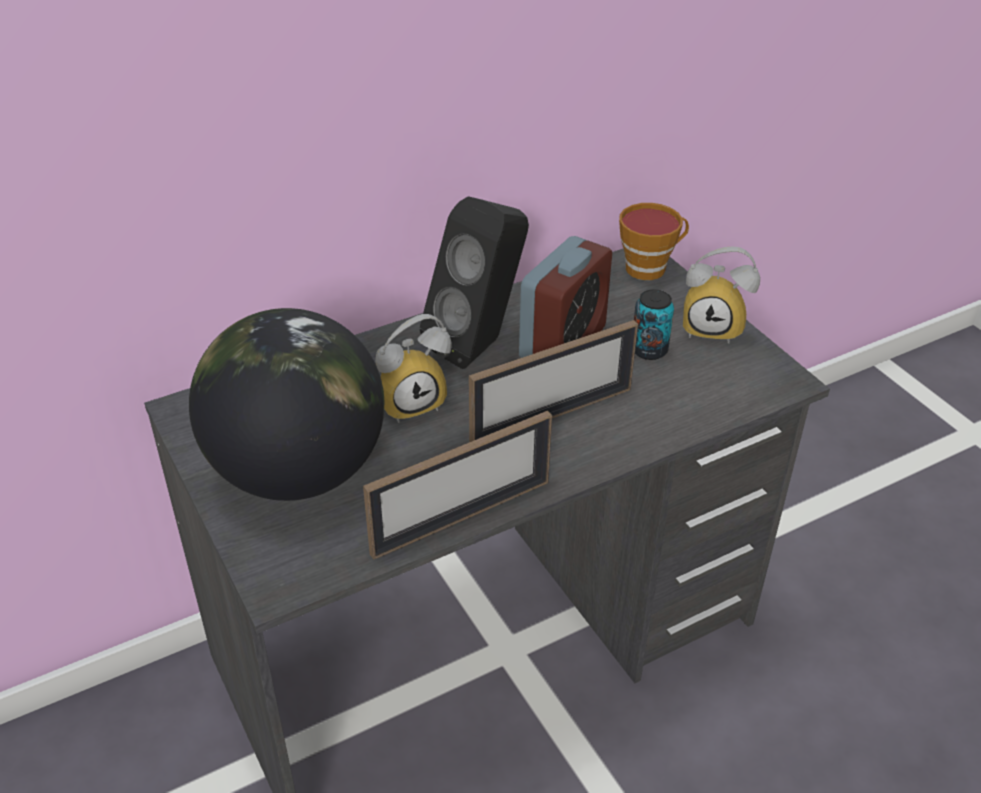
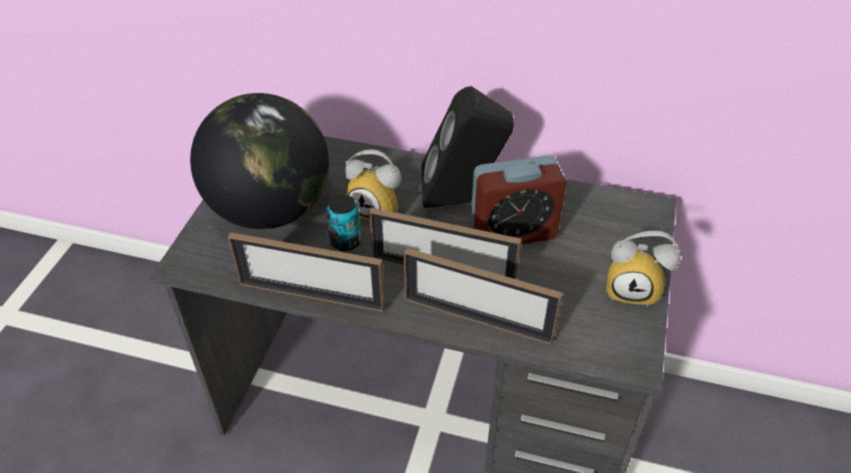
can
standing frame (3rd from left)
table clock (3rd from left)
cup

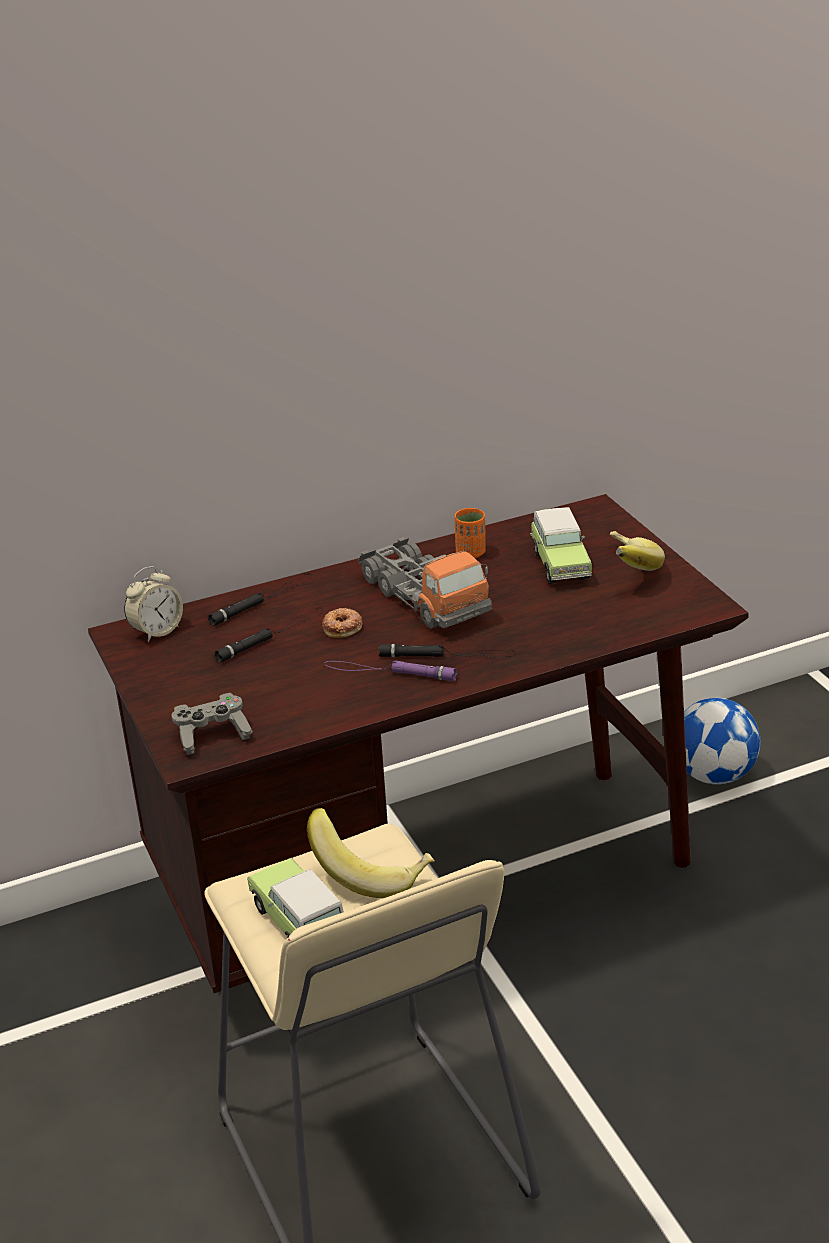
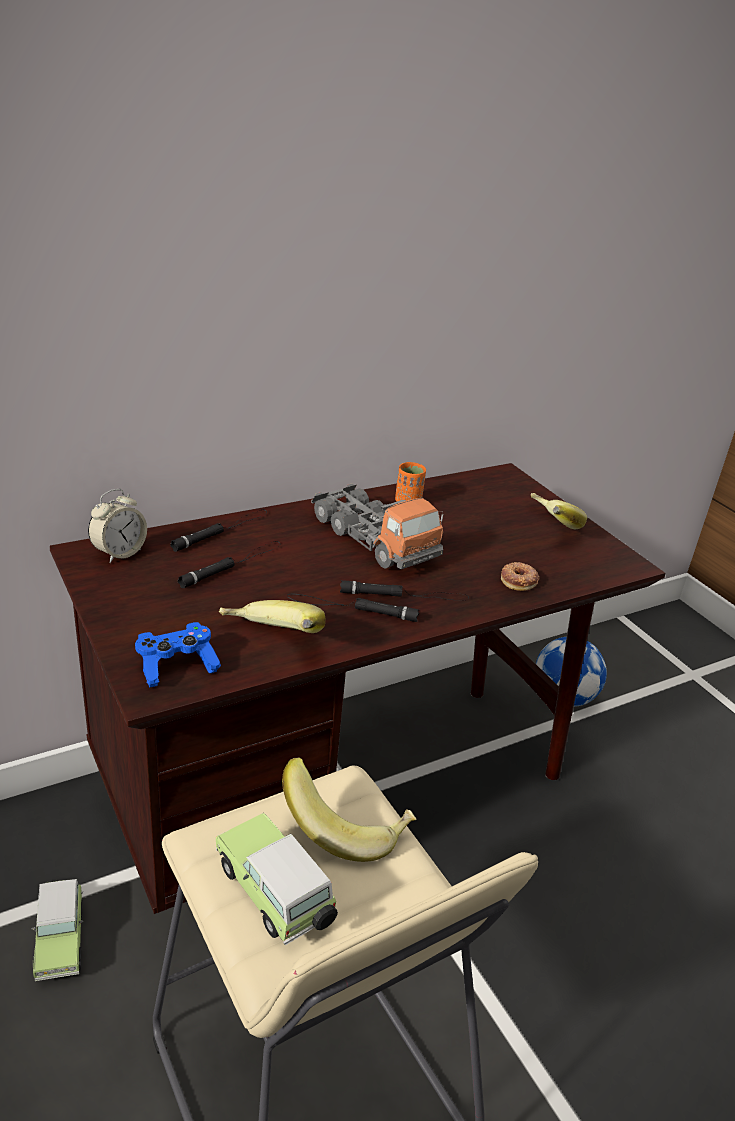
model car (1st from left)
game controller (blue)
whole banana (1st from left)
torch (black-coloured) (3rd from left)
ring doughnut

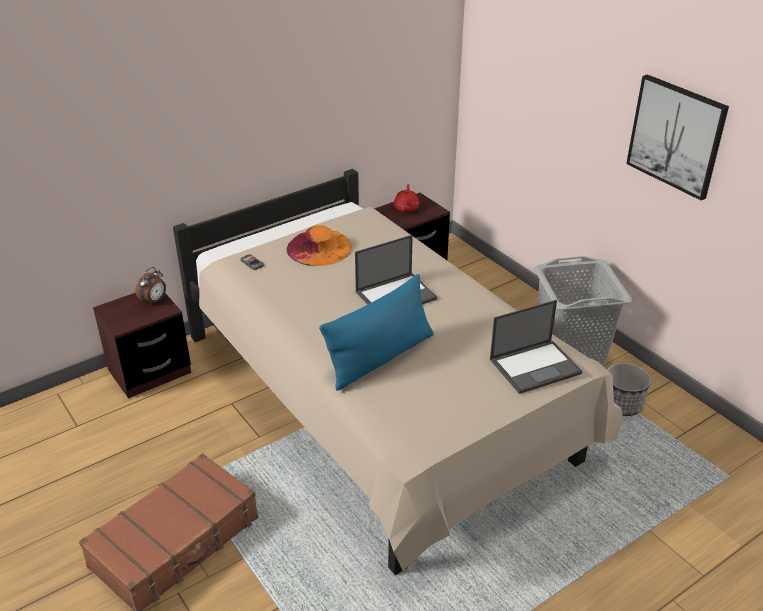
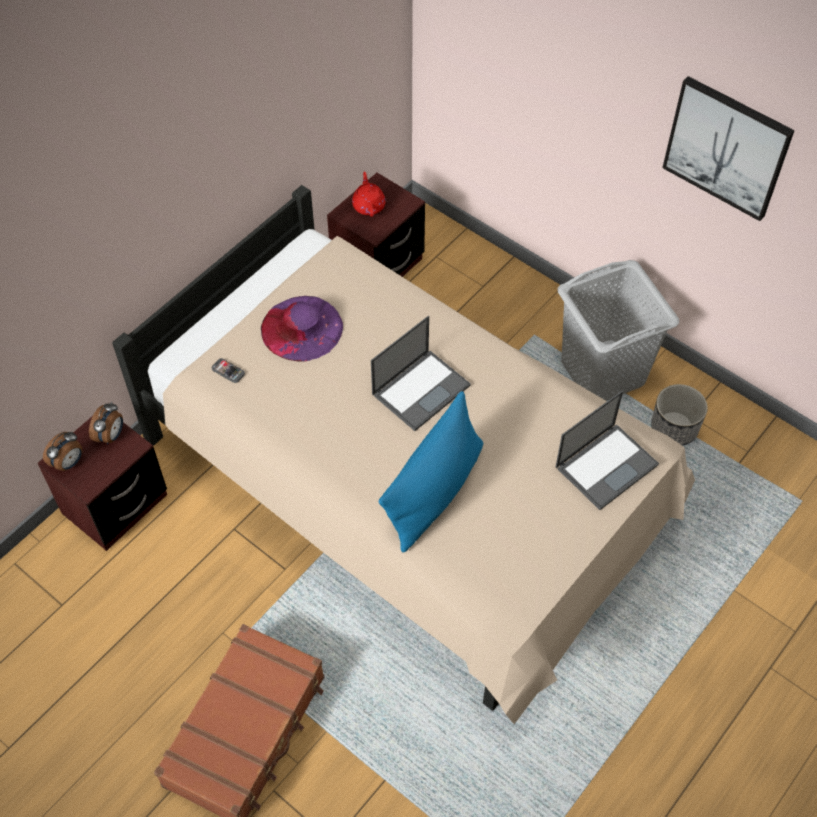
table clock (1st from left)
wearable hat (purple-coloured)

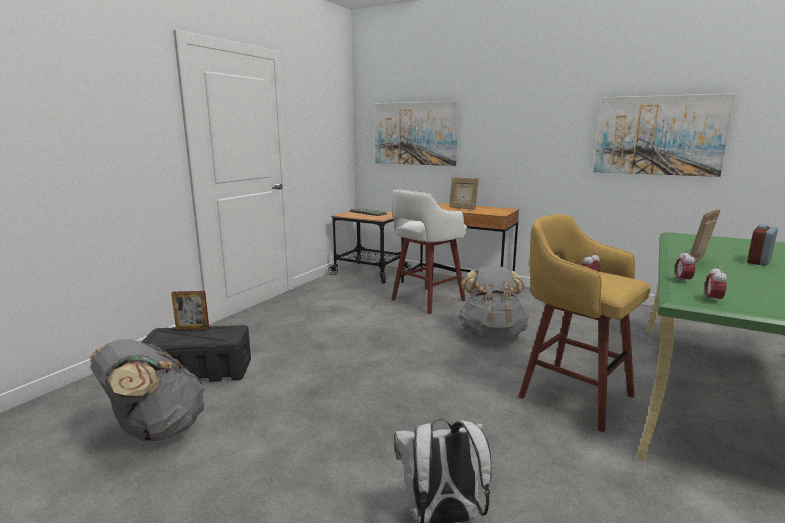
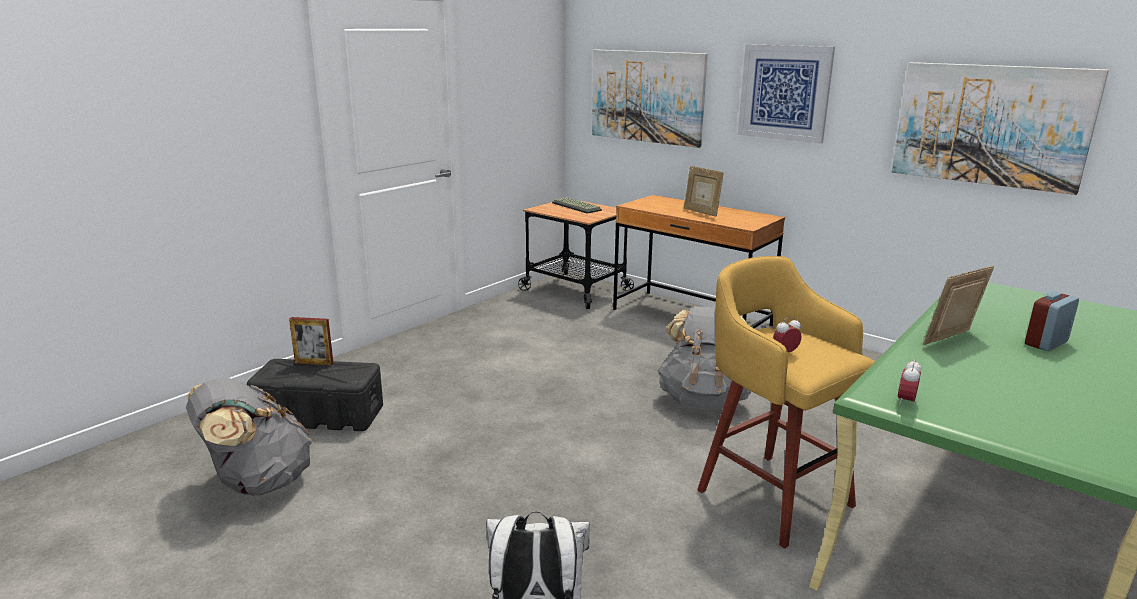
wall art (2nd from left)
stool (white-coloured)
table clock (2nd from left in the first image)

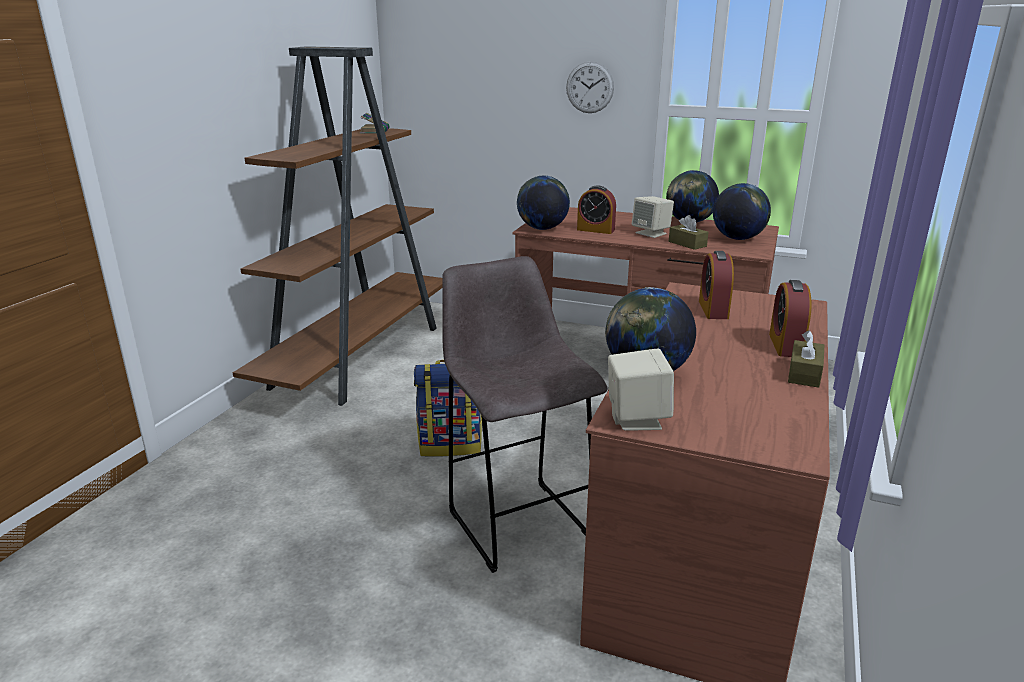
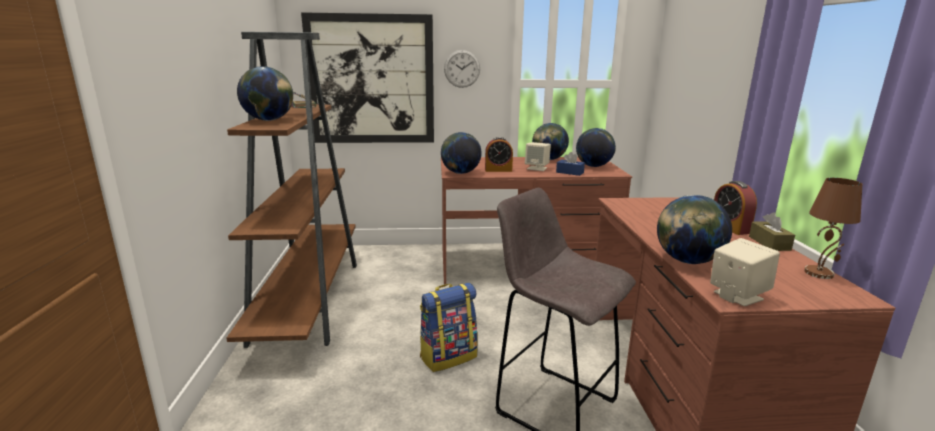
globe (1st from left)
wall art
tissue holder (blue)
tabletop lamp (brown-coloured)
table clock (2nd from left in the first image)

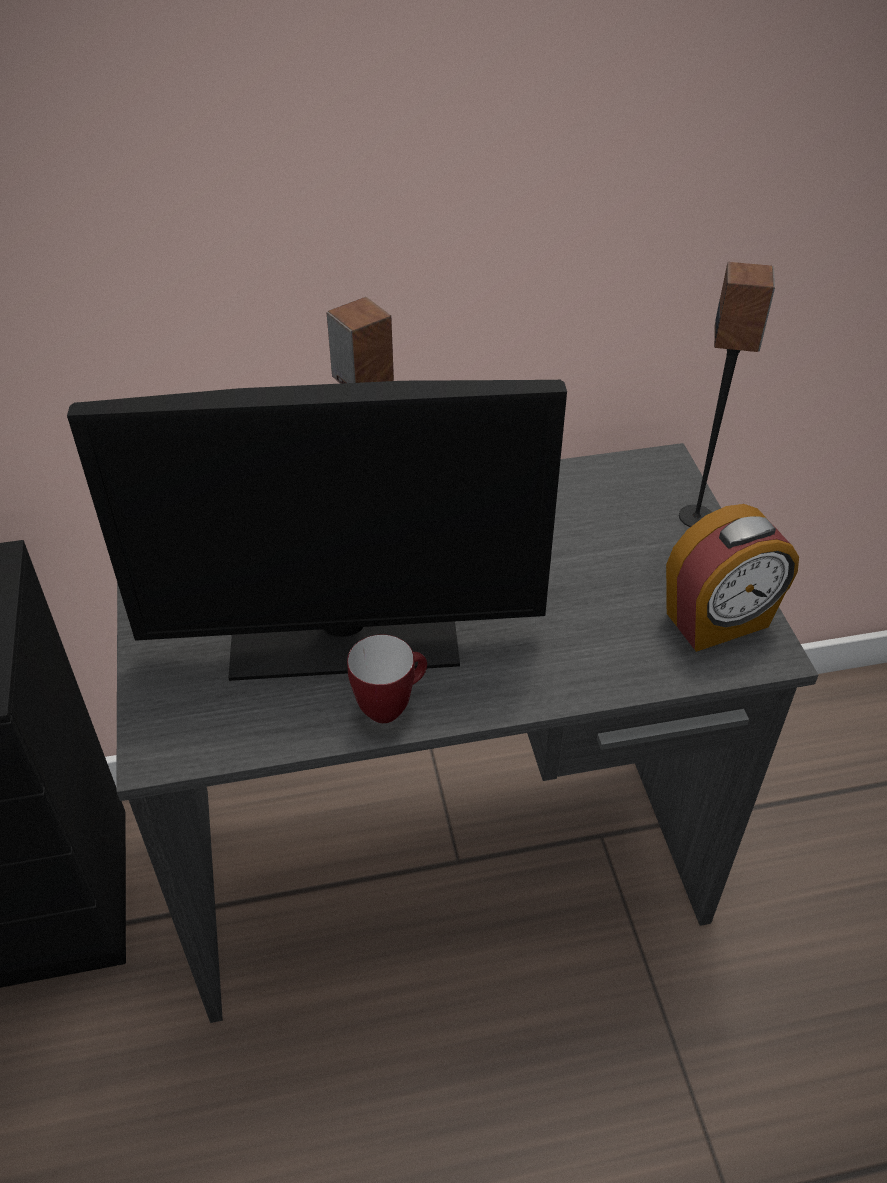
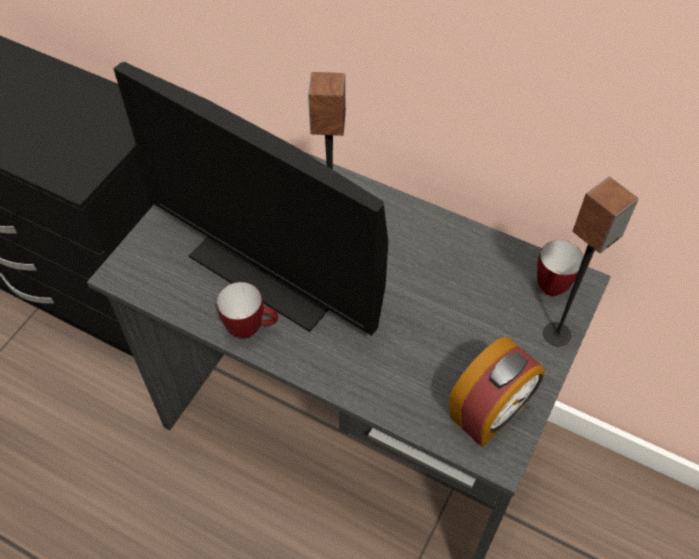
table clock
tea mug (2nd from left)

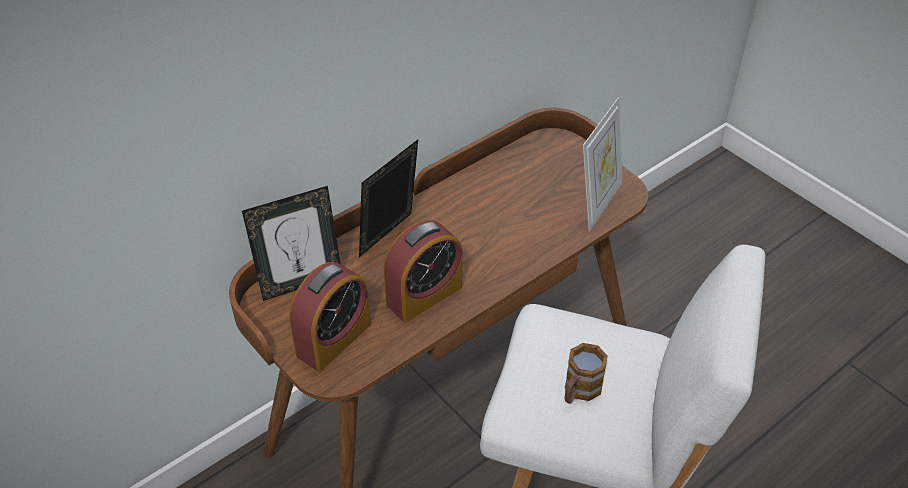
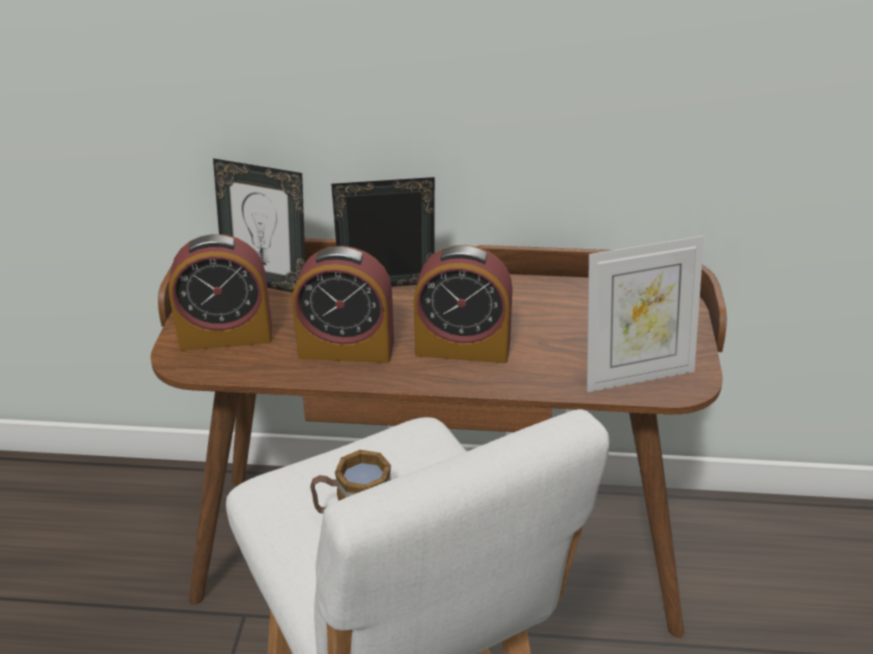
table clock (3rd from left)

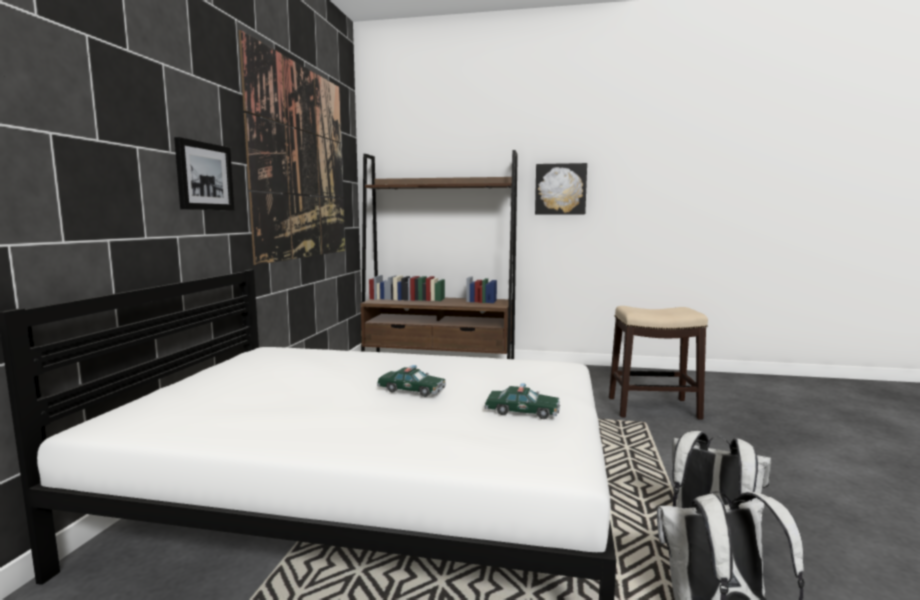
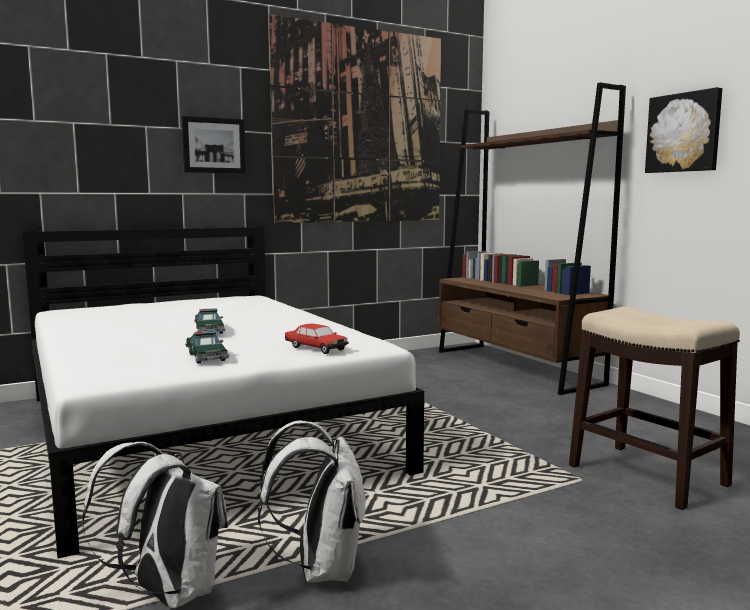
model car (3rd from left)

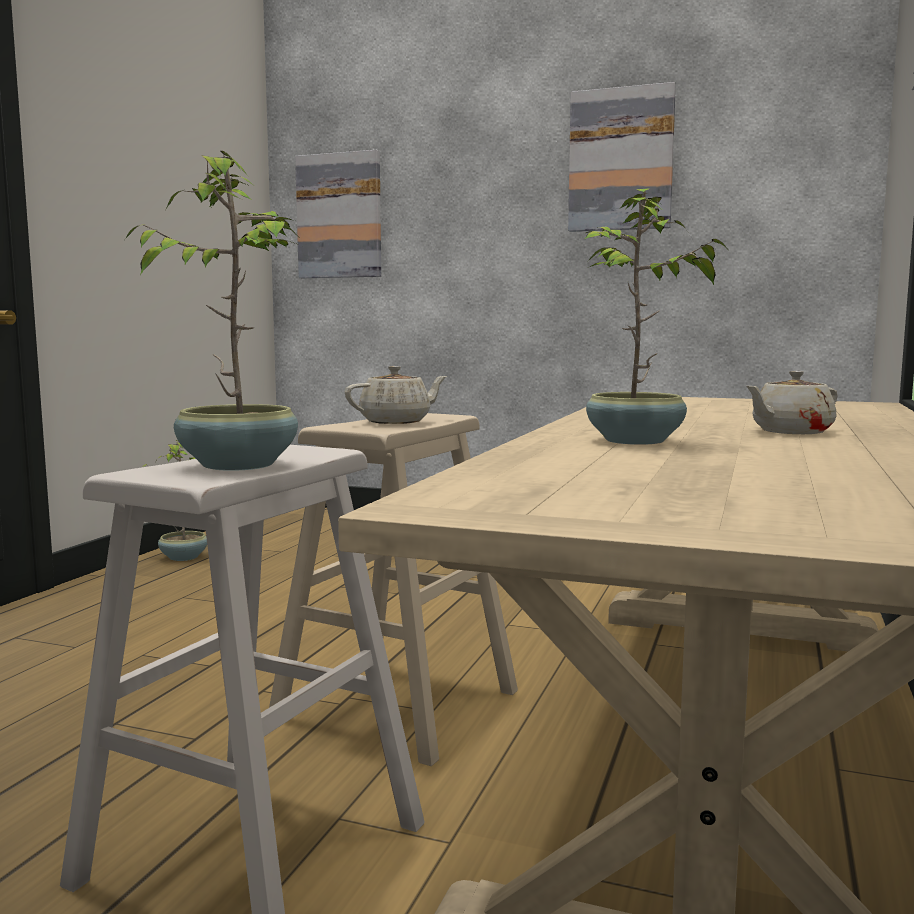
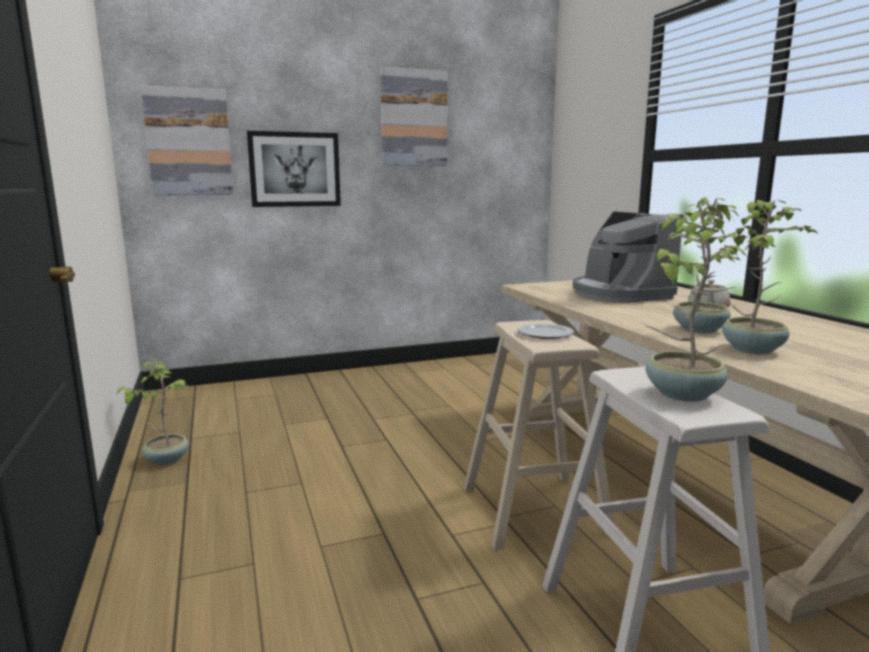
wall art (2nd from left)
plate
coffee maker
houseplant (4th from left)

